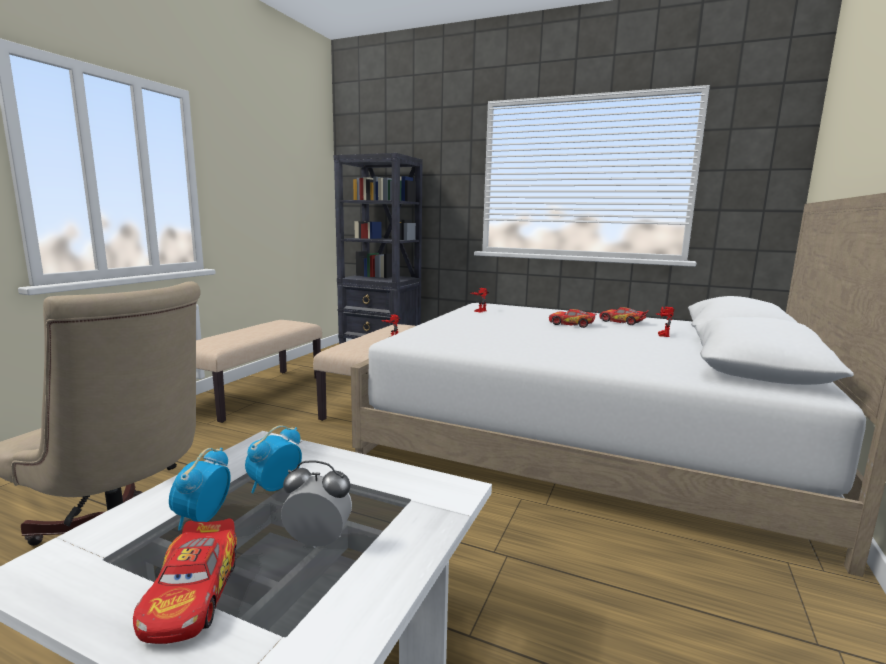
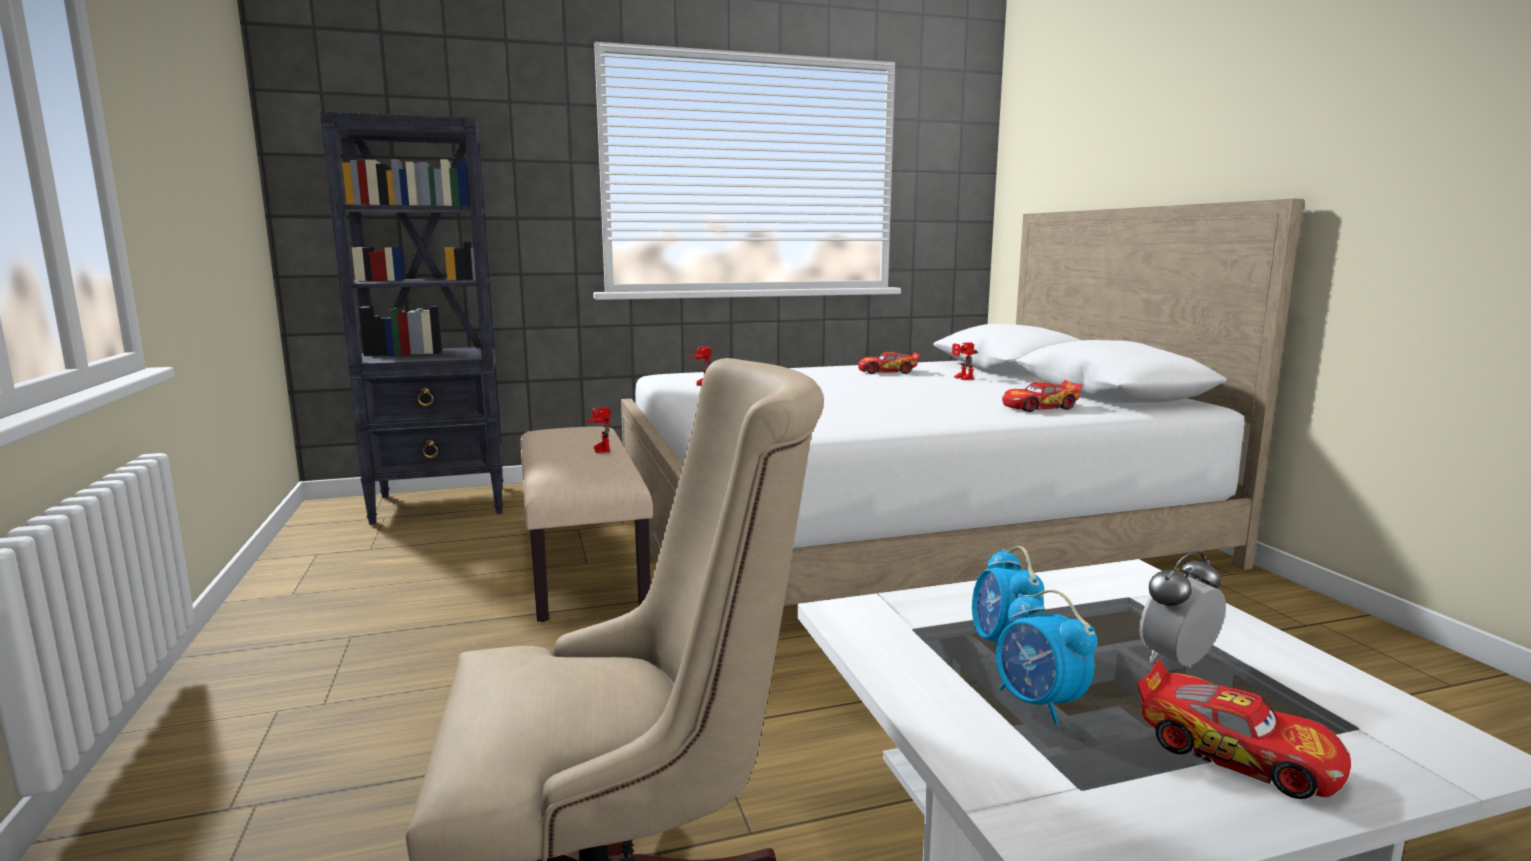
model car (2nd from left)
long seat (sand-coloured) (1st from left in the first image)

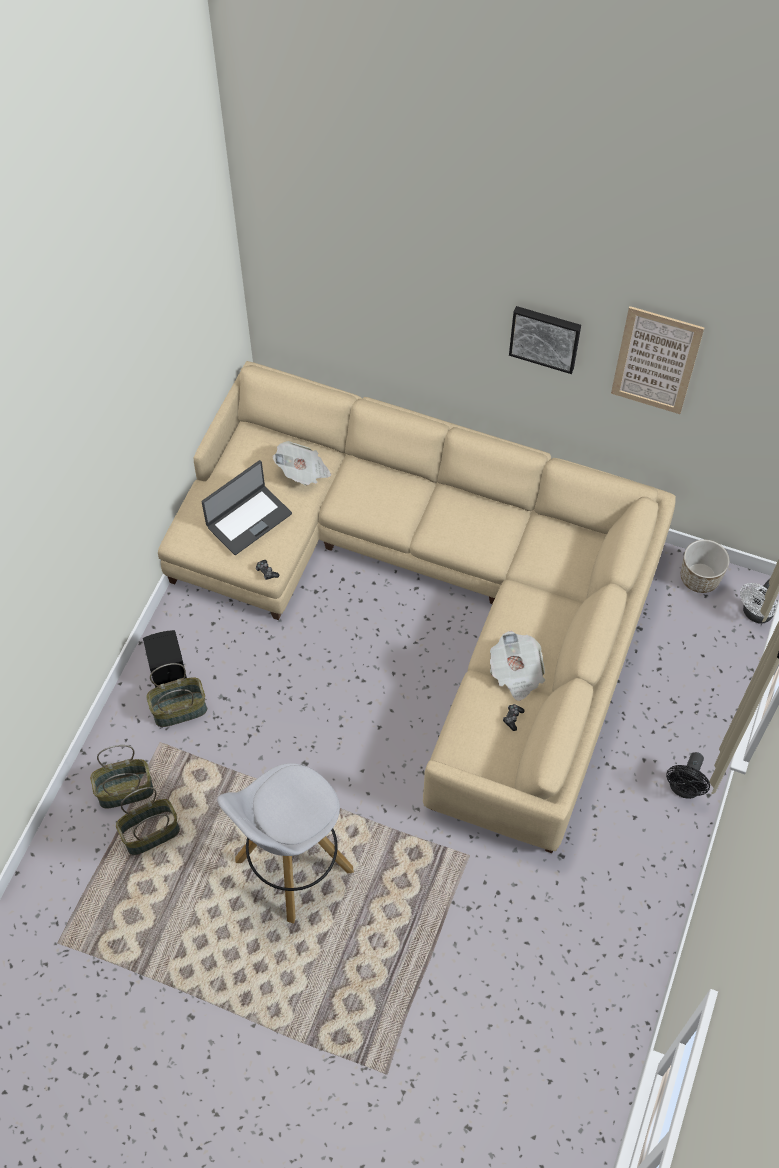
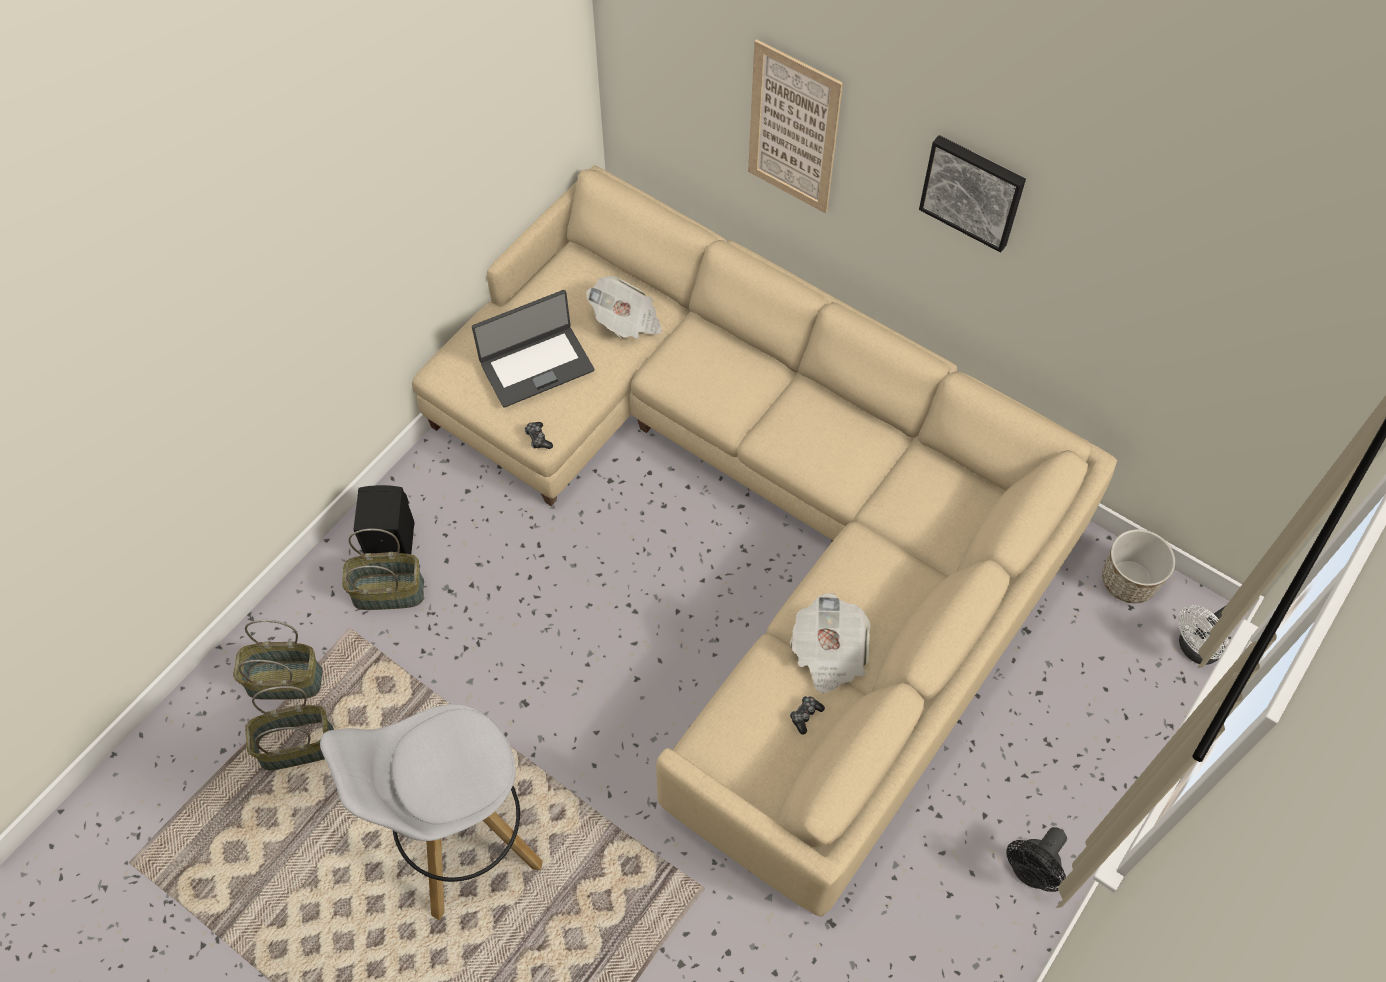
wall art (1st from left)

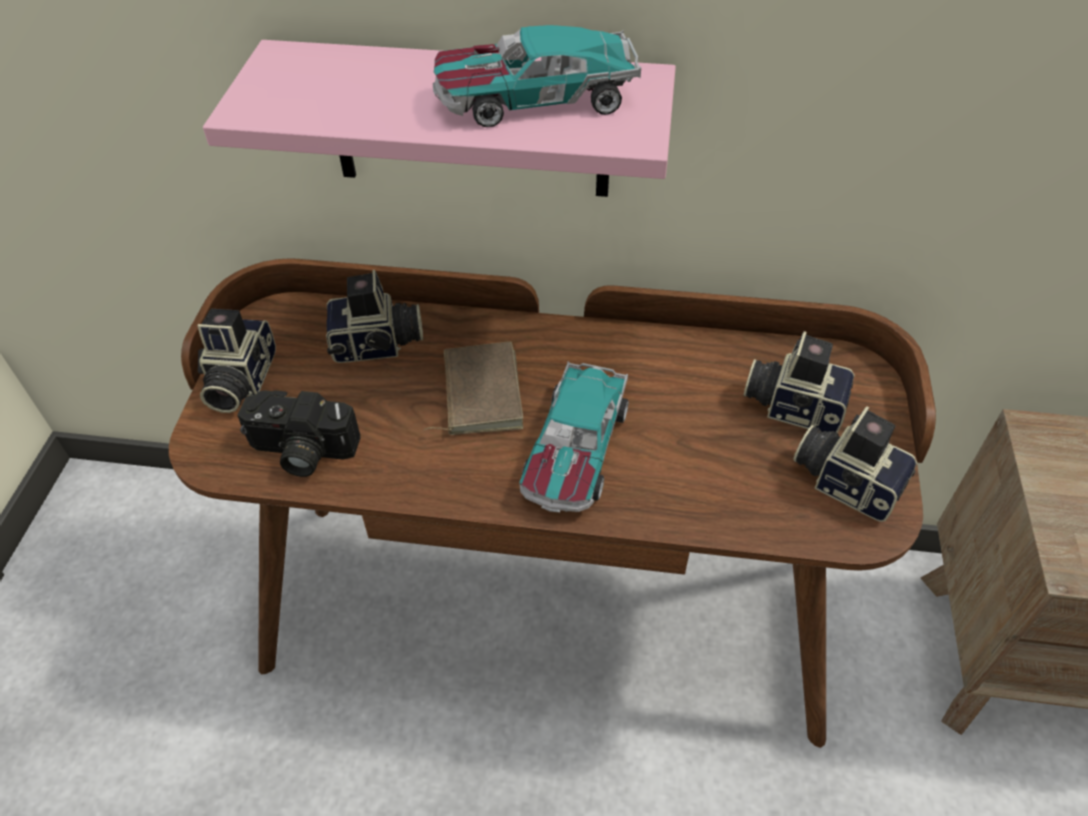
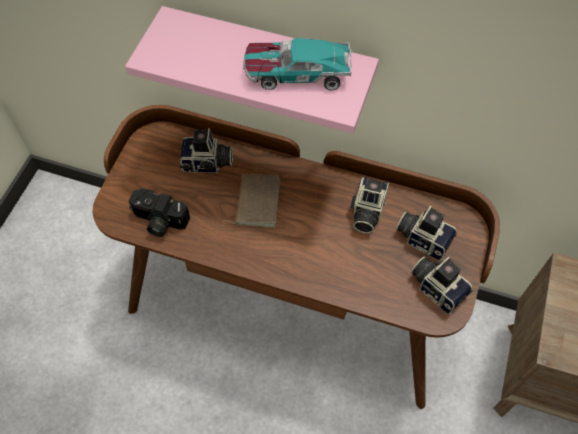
still camera (3rd from left)
model car (2nd from left in the first image)

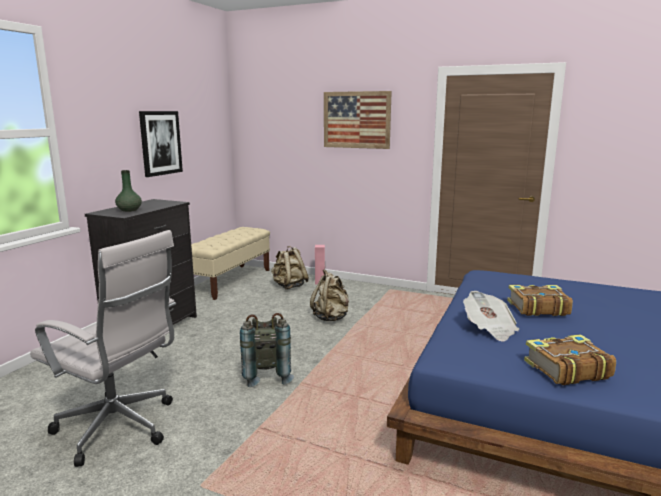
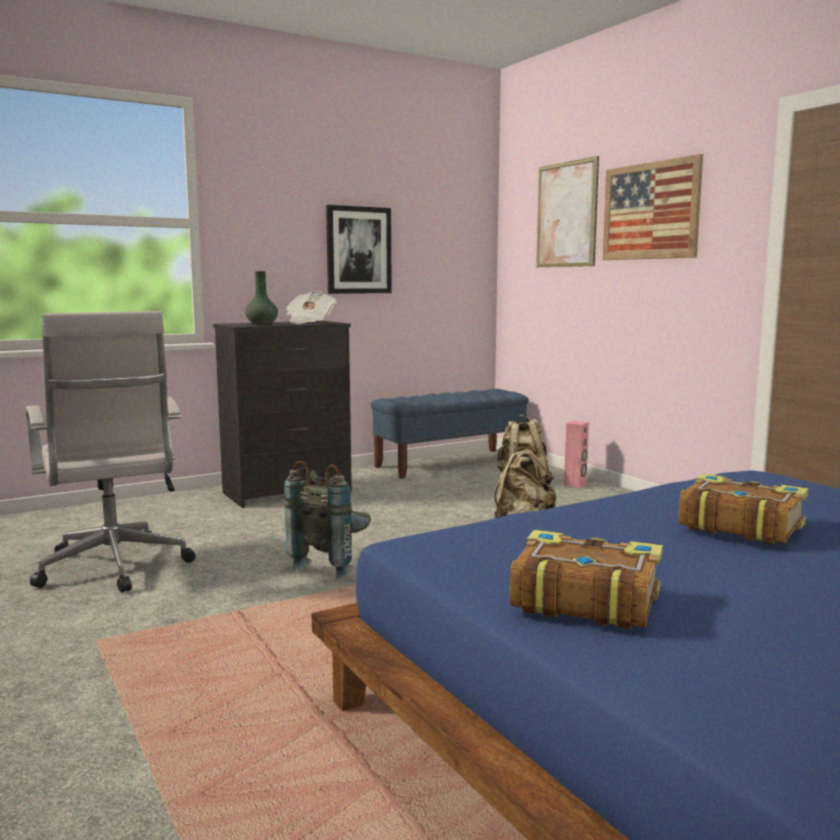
newspaper
long seat (blue)
wall art (2nd from left)

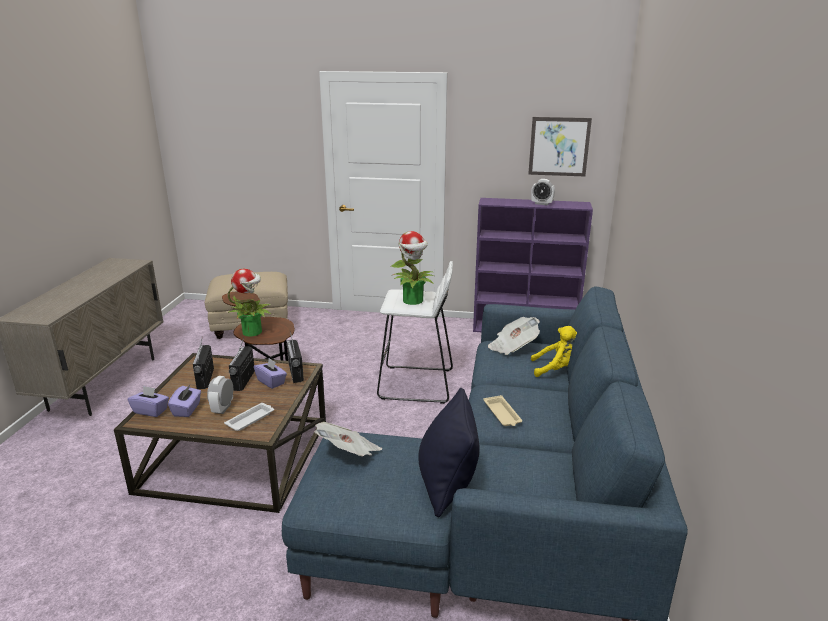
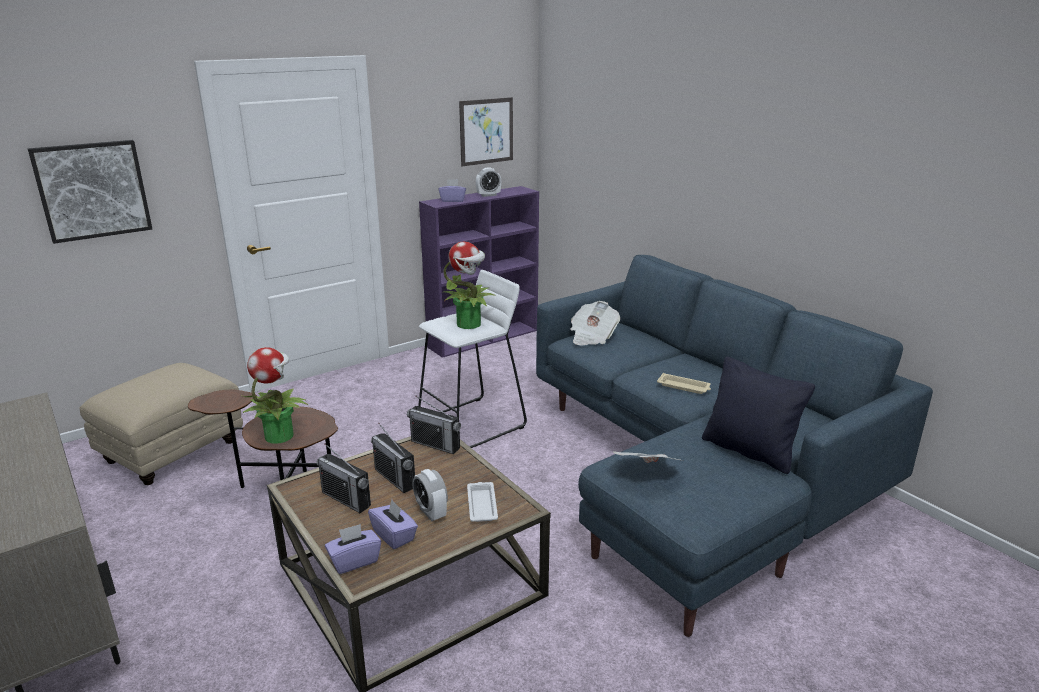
wall art (1st from left)
tissue holder (purple-coloured) (3rd from left)
soft toy (yellowish)

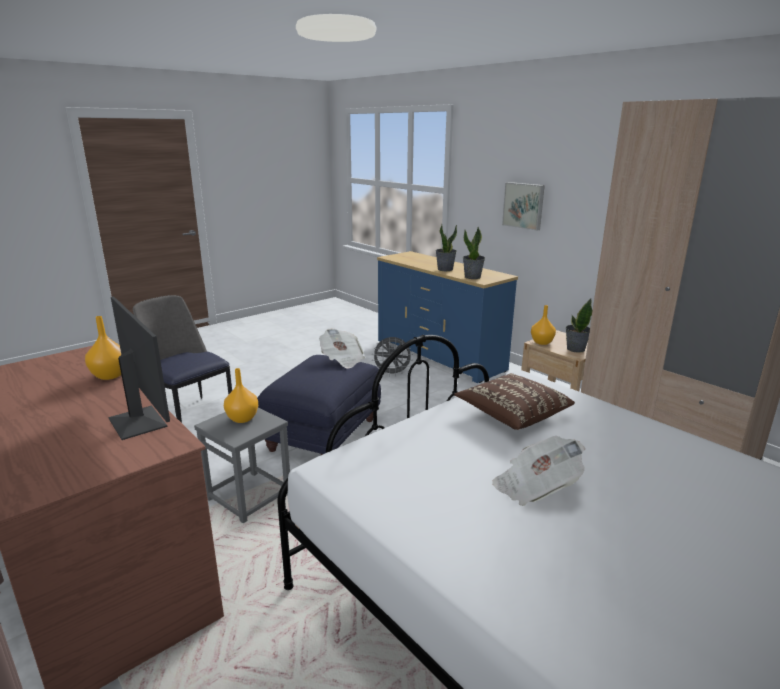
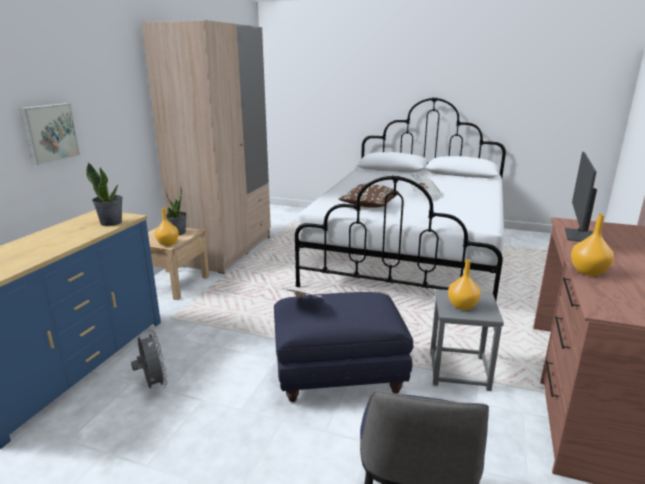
houseplant (1st from left in the first image)

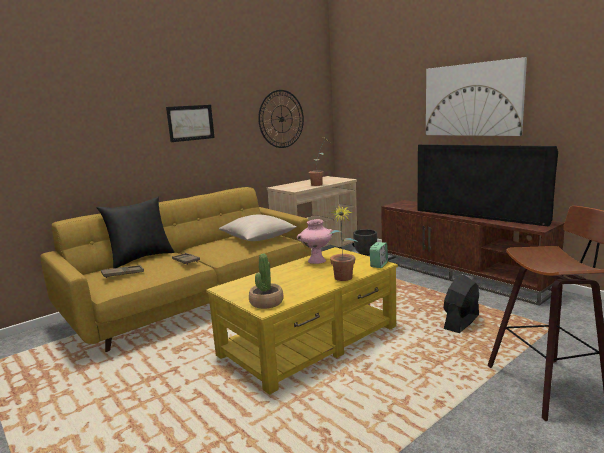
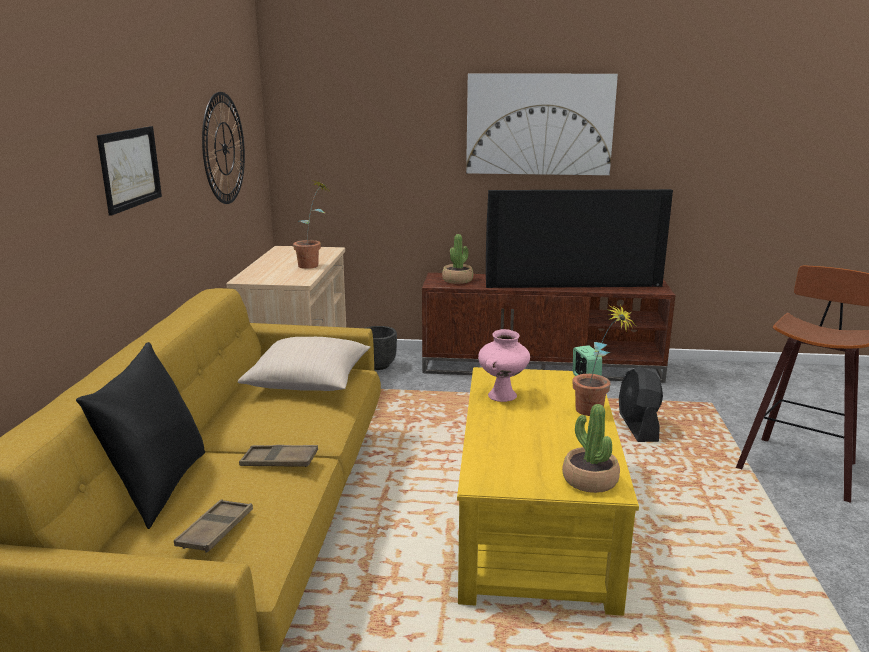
houseplant (2nd from left)

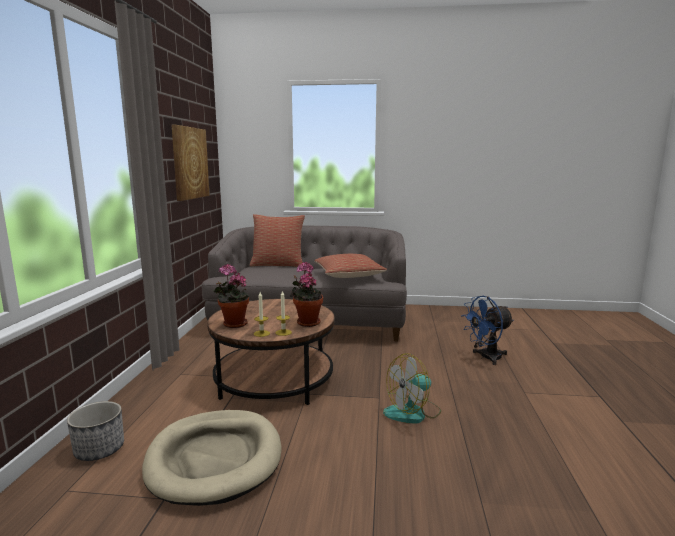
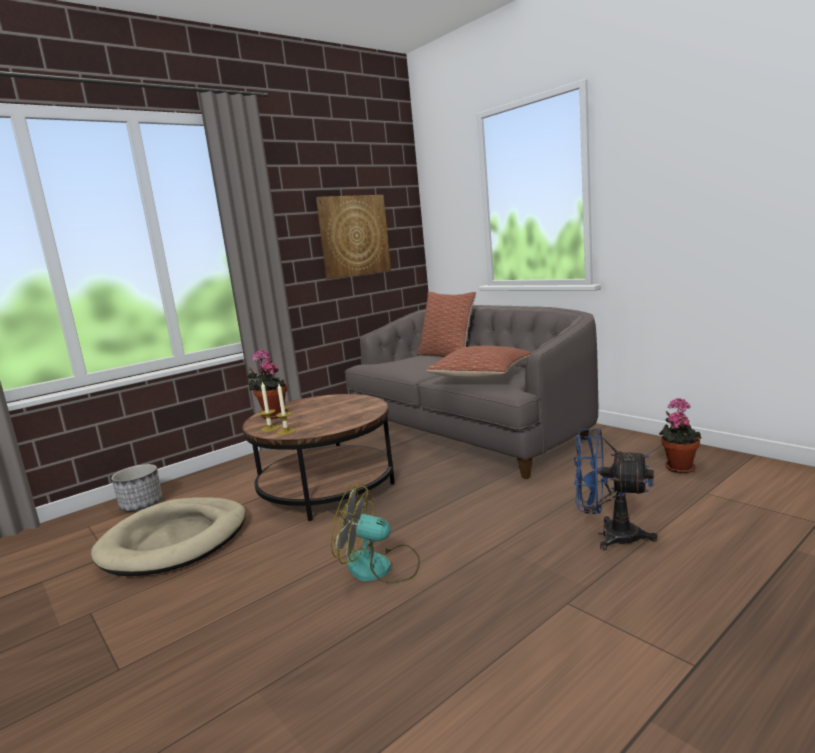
houseplant (2nd from left)

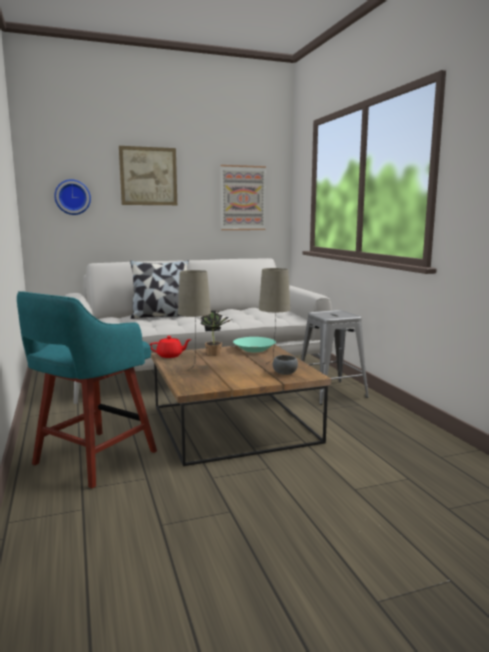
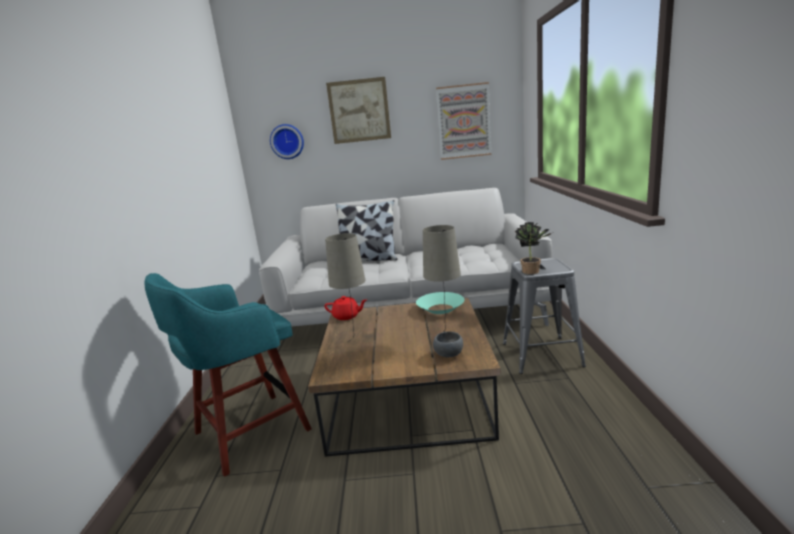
houseplant

